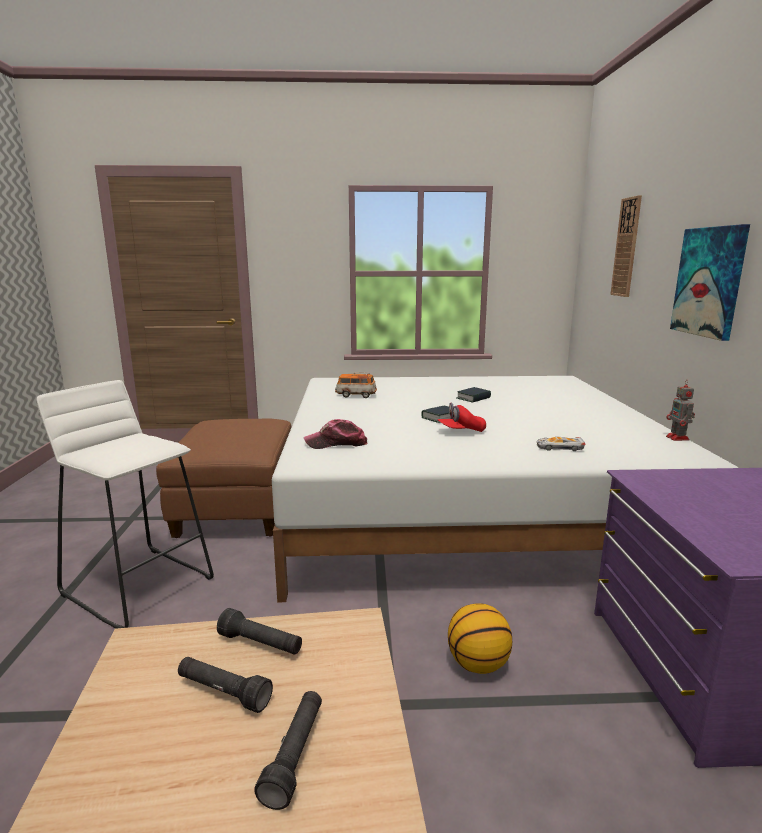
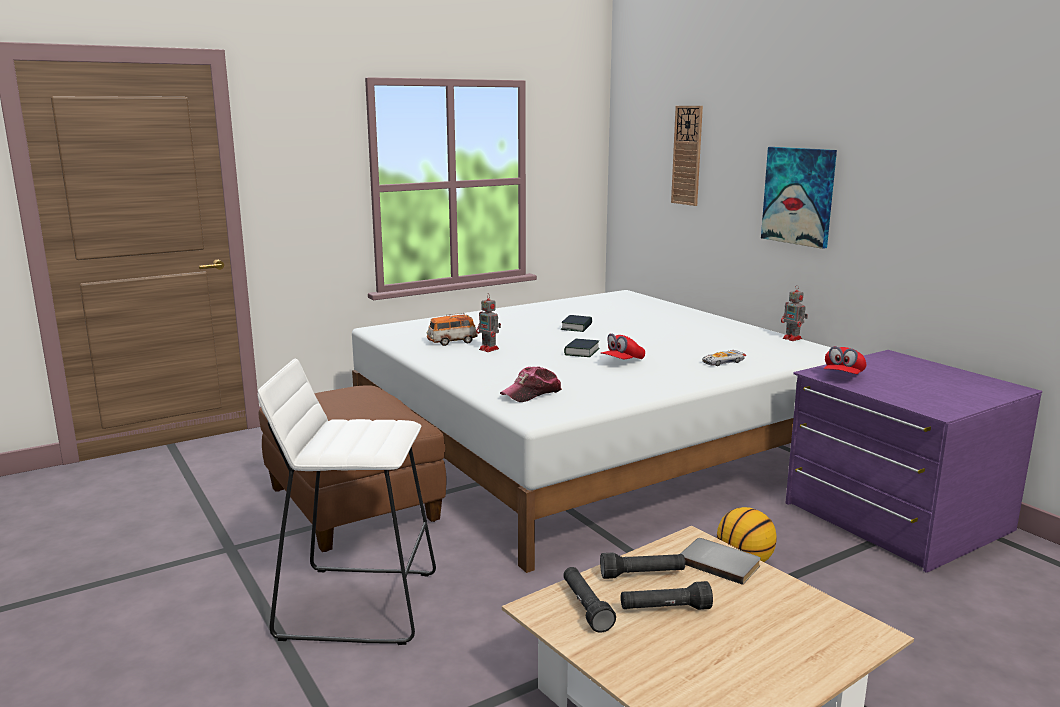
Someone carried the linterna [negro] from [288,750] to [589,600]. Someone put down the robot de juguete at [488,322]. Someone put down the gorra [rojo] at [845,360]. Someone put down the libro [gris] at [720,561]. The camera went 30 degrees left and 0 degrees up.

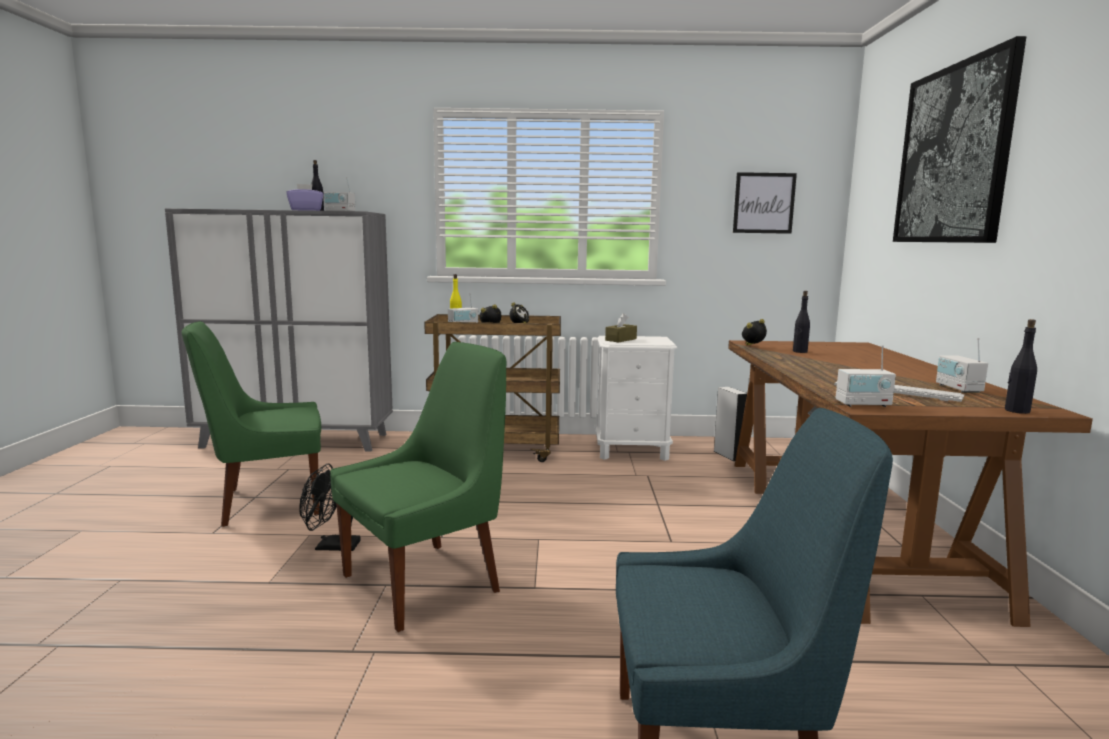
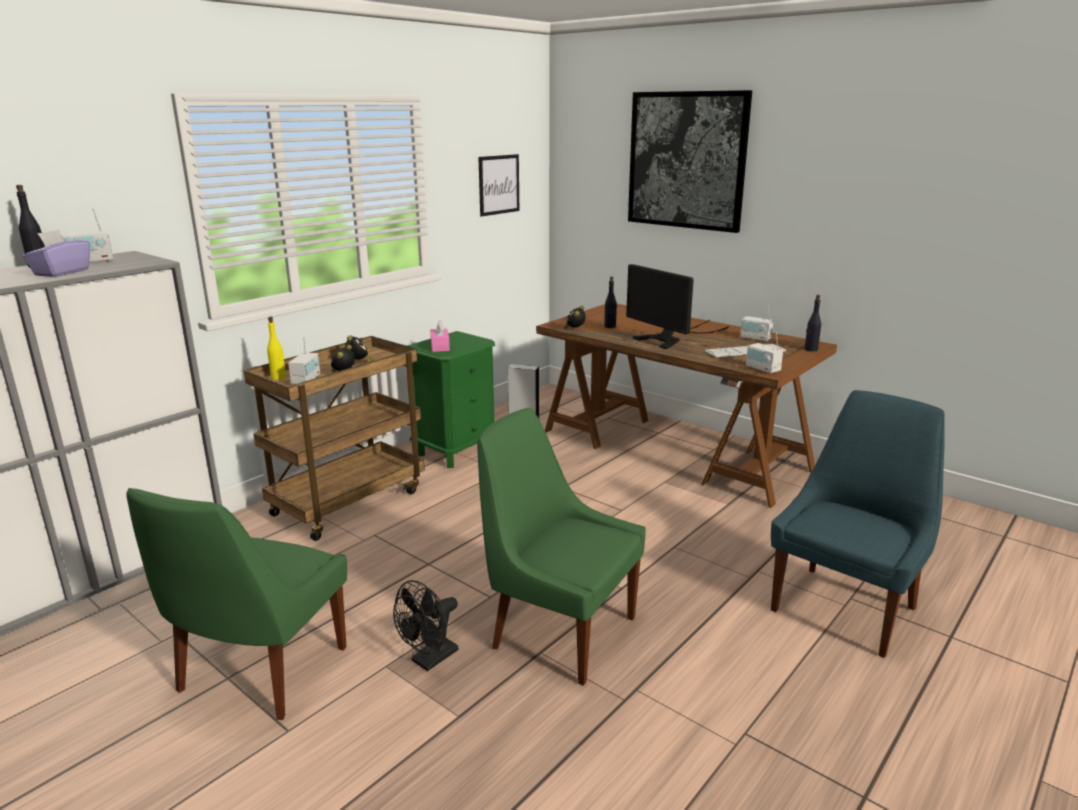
Someone repainted the caja de pañuelos [marrón] at [621,327], which became the caja de pañuelos [rosa] at [440,336]. Someone repainted the mesita de noche [blanco] at [636,398], which became the mesita de noche [verde] at [451,399]. Someone rotated the silla [verde] at [418,487] by 60 degrees counterclockwise. Someone rotated the radio at [866,376] by 105 degrees clockwise. Someone put down the monitor at [677,306]. The camera went 50 degrees left and 10 degrees up.

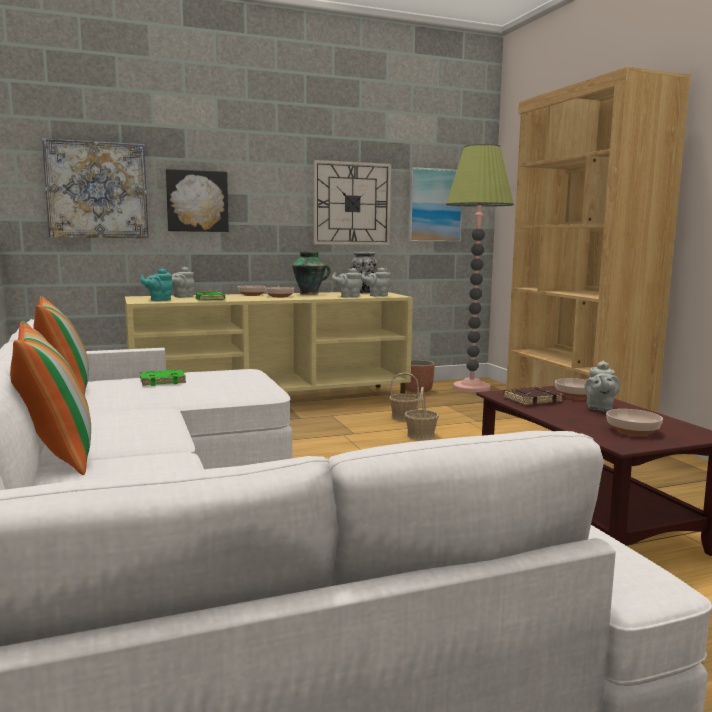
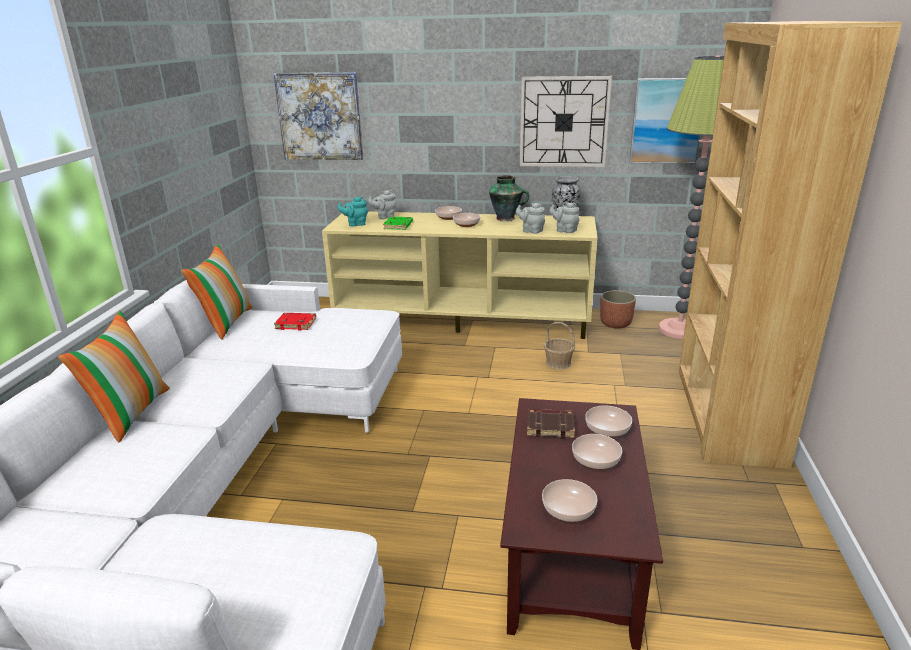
Someone took away the cuadro at [197,200]. Someone swapped the tetera [gris] at [602,386] for the cuenco at [597,452]. Someone repainted the libro [verde] at [163,378], which became the libro [rojo] at [295,321]. Someone took away the cesta at [421,413]. The camera went 30 degrees right and 15 degrees up.

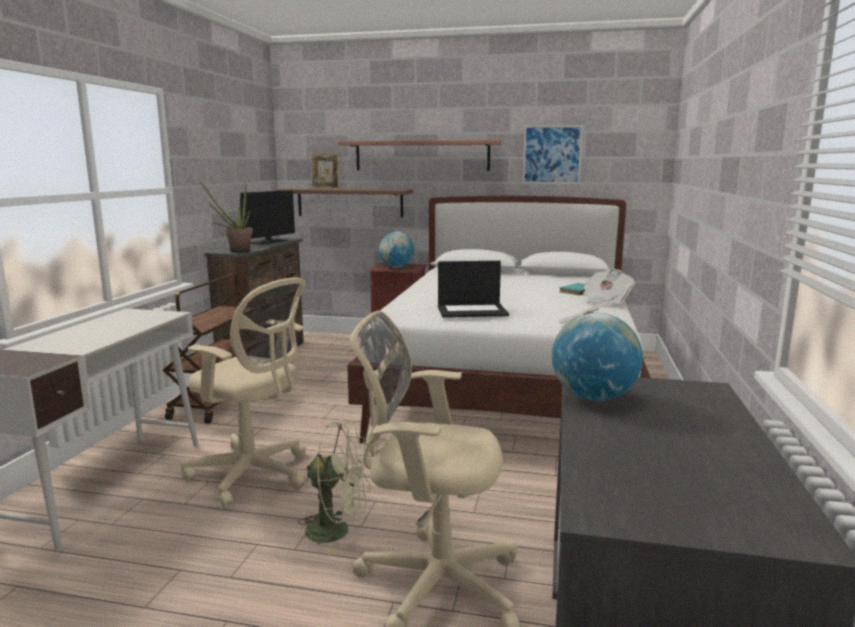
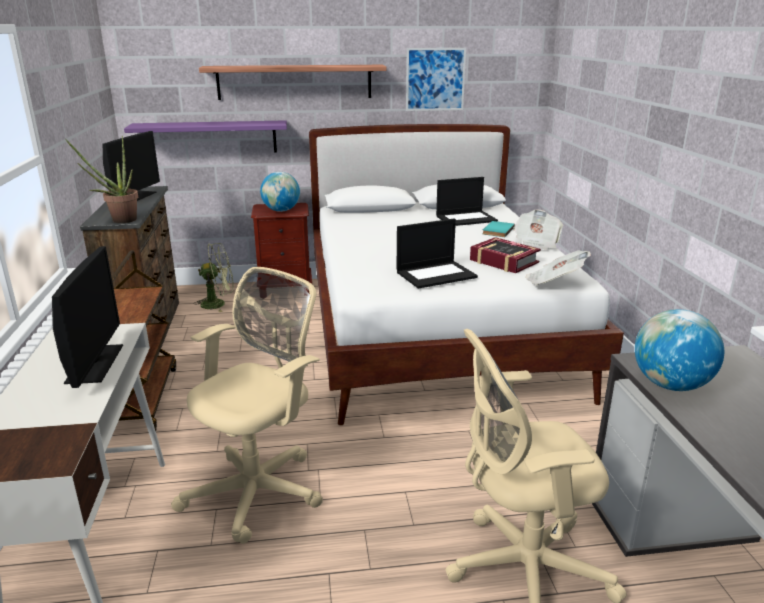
Someone took away the portarretratos at [325,171]. Someone repainted the estante [marrón] at [344,203], which became the estante [morado] at [205,136]. Someone rotated the silla de oficina [beis] at [243,392] by 60 degrees counterclockwise. Someone carried the ventilador [verde] from [333,488] to [214,277]. Someone put down the portátil at [467,201]. Someone put down the libro at [505,255]. Someone put down the monitor at [87,317]. The camera went 20 degrees left and 10 degrees up.

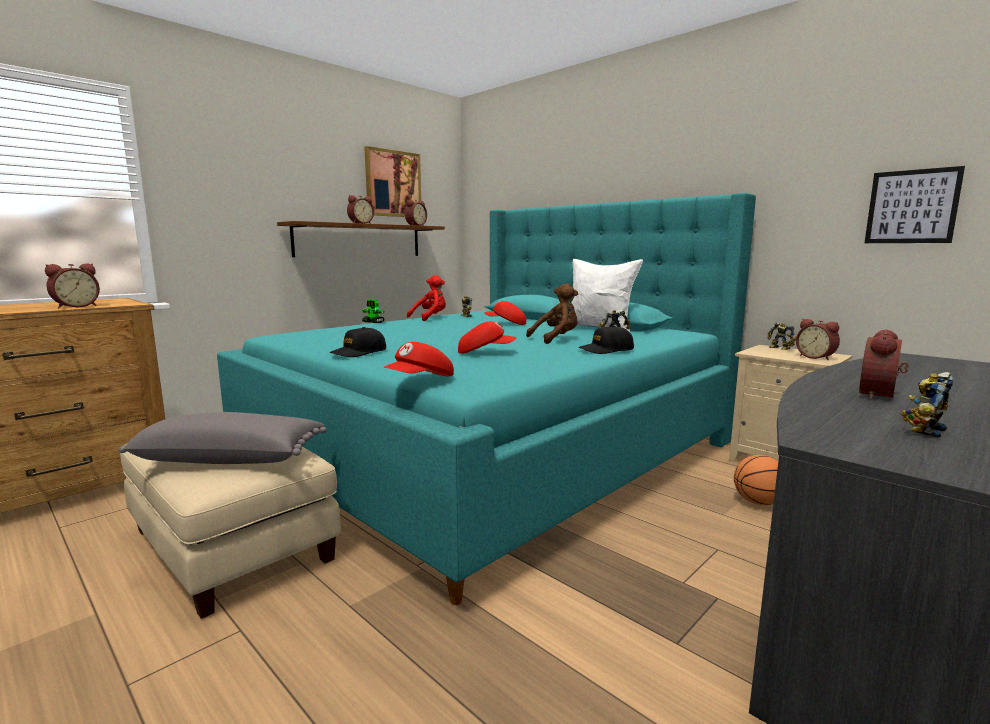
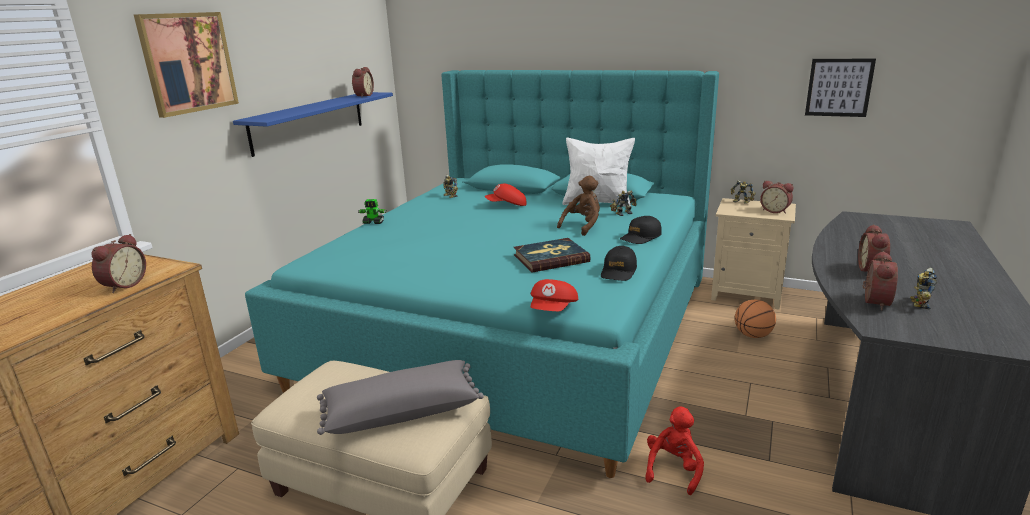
Someone carried the cuadro from [392,181] to [186,65]. Someone carried the despertador from [360,209] to [880,280]. Someone repainted the estante [marrón] at [361,239], which became the estante [azul] at [313,124]. Someone carried the peluche [rojo] from [426,298] to [674,450]. Someone swapped the gorra [rojo] at [487,337] for the libro at [552,255]. Someone carried the gorra [negro] from [357,342] to [619,263]. The camera went 20 degrees left and 10 degrees up.

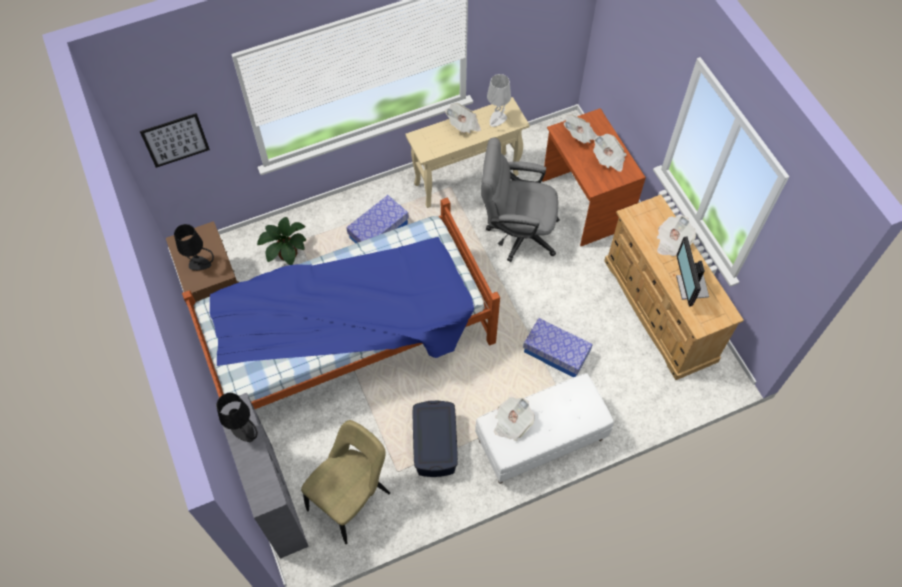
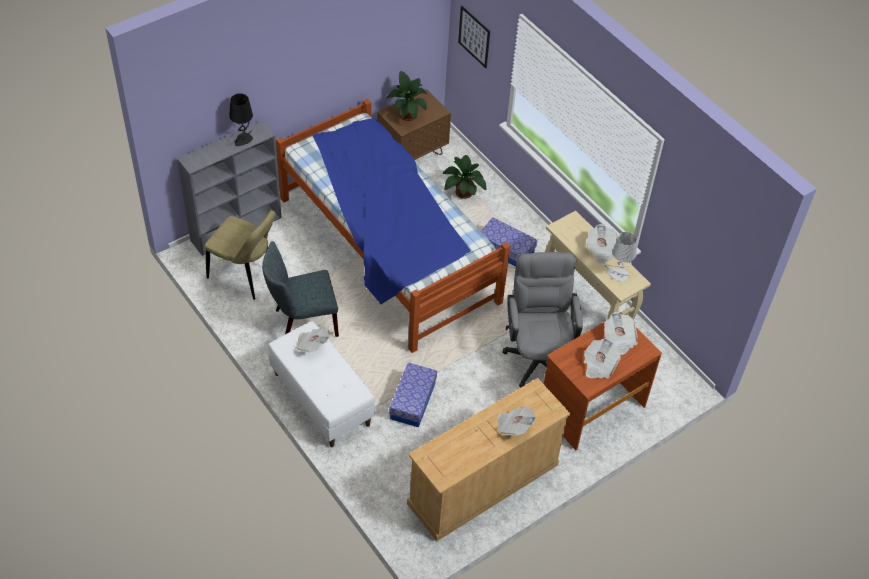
Someone swapped the lámpara de mesa [negro] at [194,247] for the planta en maceta at [407,96]. Someone took away the monitor at [692,271]. Someone swapped the caja de almacenaje [azul] at [435,438] for the silla [gris] at [300,289]. The camera went 75 degrees right and 10 degrees down.

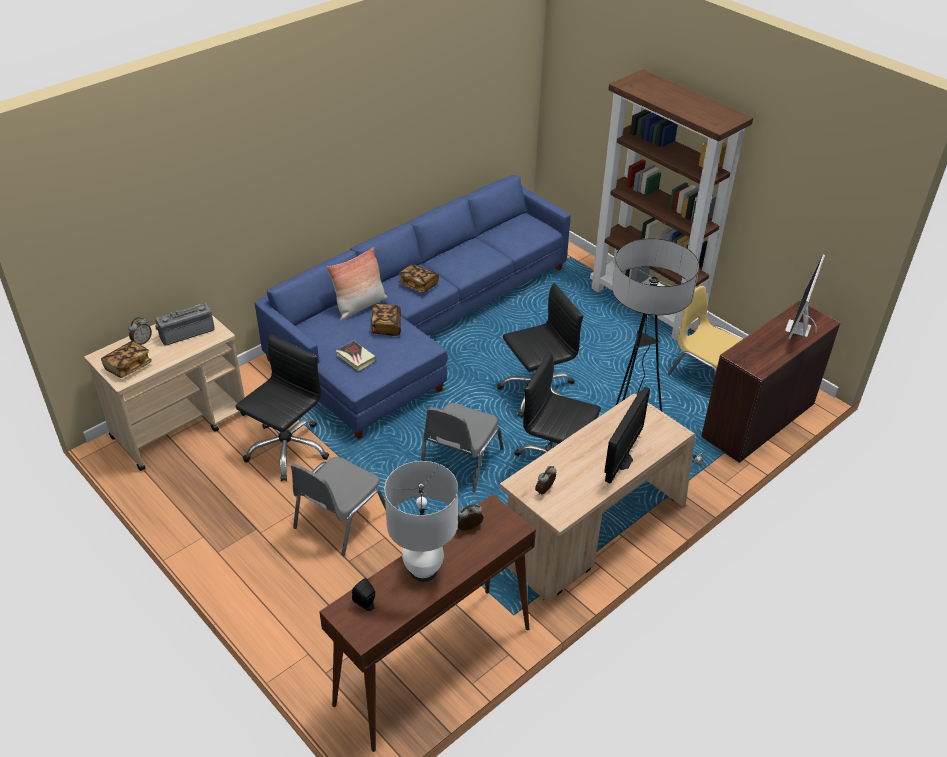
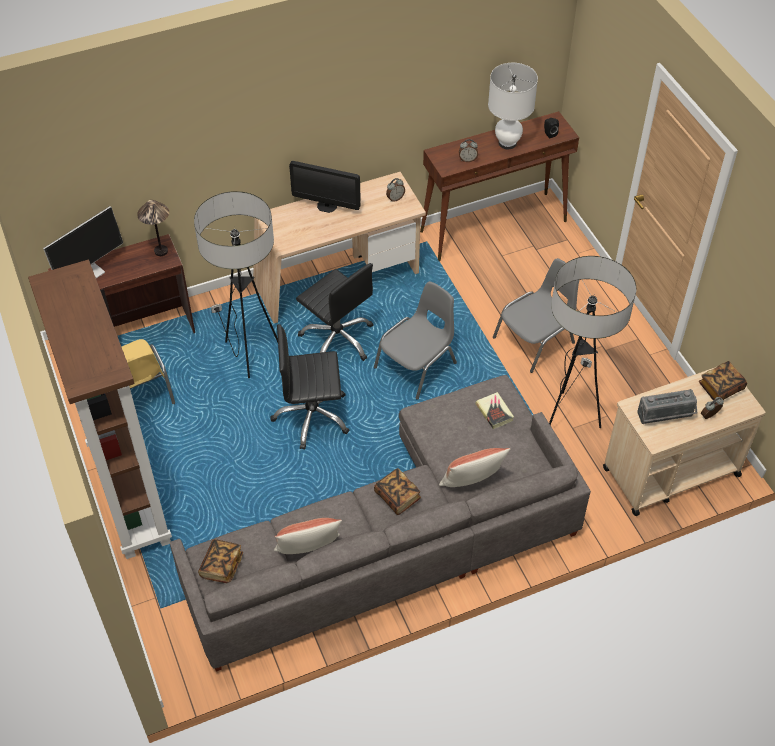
Someone repainted the sofá [azul] at [413,307], which became the sofá [gris] at [380,523]. Someone carried the libro from [386,320] to [220,561]. Someone swapped the silla de oficina [negro] at [282,407] for the lámpara de pie at [592,342]. Someone rotated the monitor at [627,435] by 120 degrees counterclockwise. Someone put down the lámpara de mesa at [153,228]. Someone put down the cojín at [308,536]. The camera went 160 degrees left and 10 degrees up.

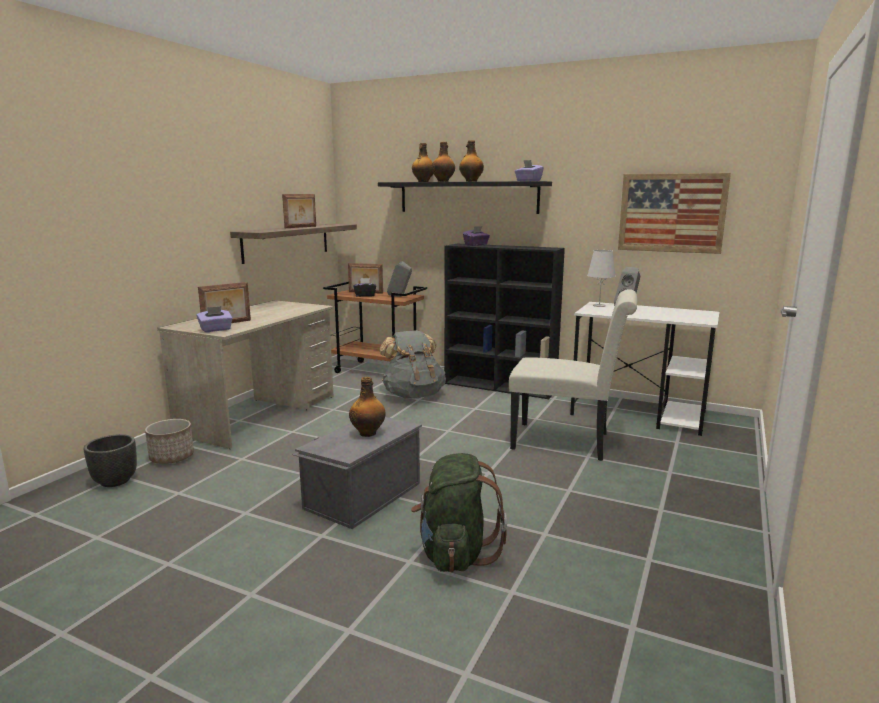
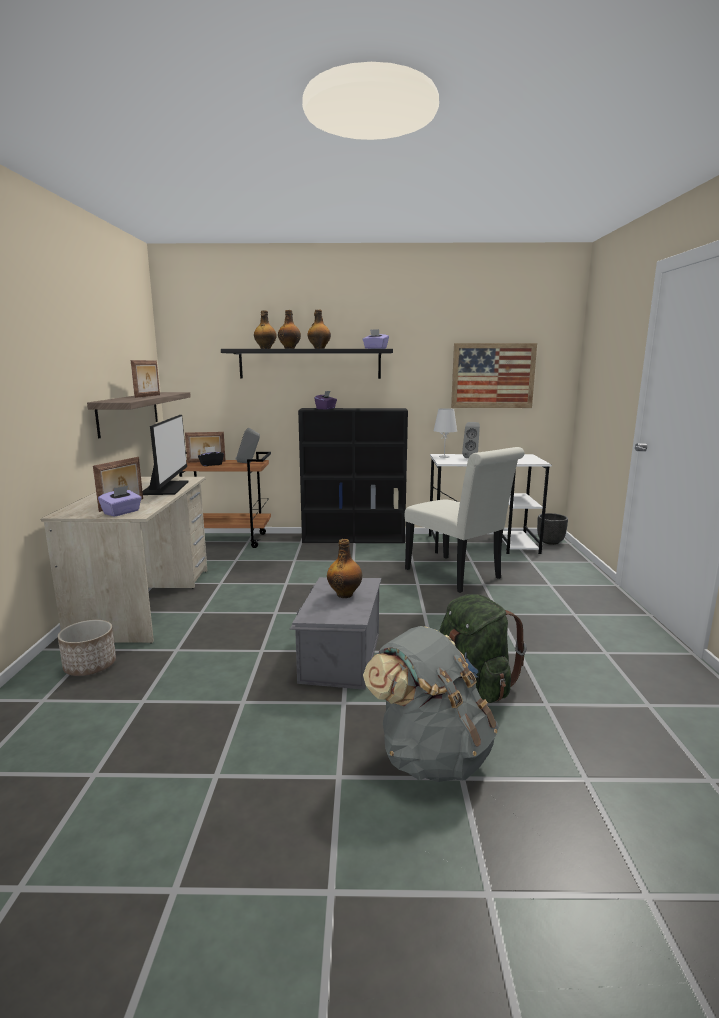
Someone rotated the silla [blanco] at [573,375] by 60 degrees clockwise. Someone carried the mochila [gris] from [412,364] to [431,704]. Someone carried the maceta [negro] from [110,460] to [552,529]. Someone put down the monitor at [165,455]. The camera went 25 degrees left and 0 degrees up.

